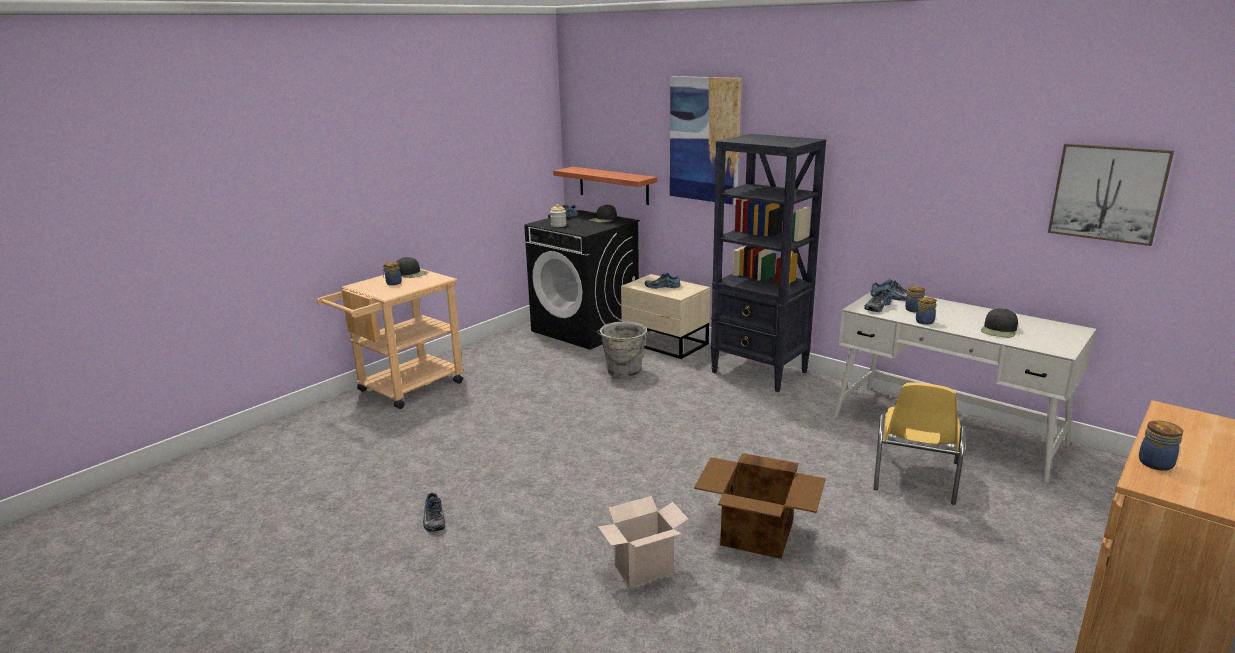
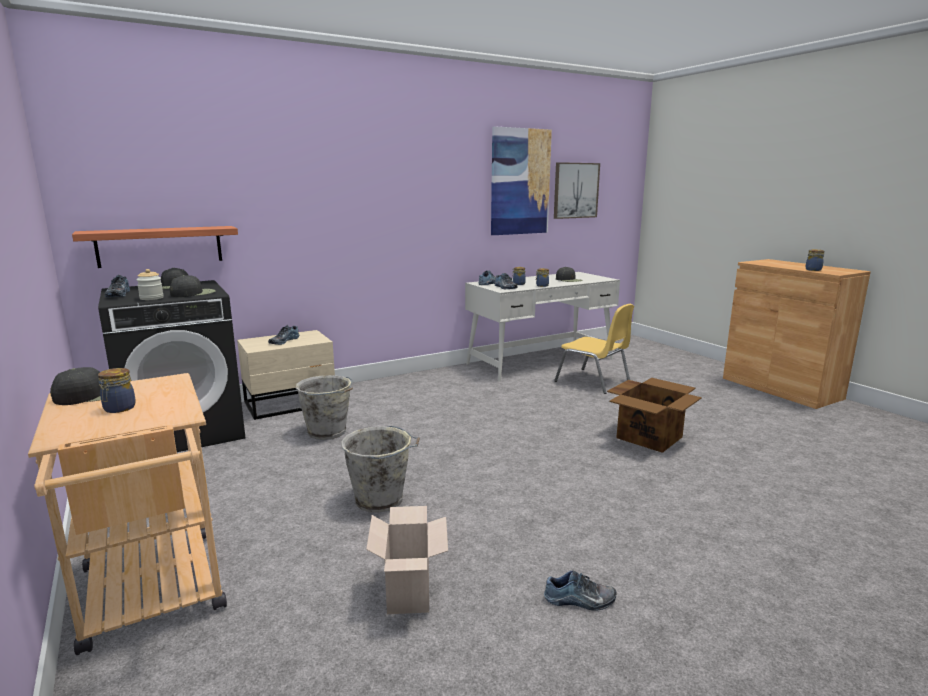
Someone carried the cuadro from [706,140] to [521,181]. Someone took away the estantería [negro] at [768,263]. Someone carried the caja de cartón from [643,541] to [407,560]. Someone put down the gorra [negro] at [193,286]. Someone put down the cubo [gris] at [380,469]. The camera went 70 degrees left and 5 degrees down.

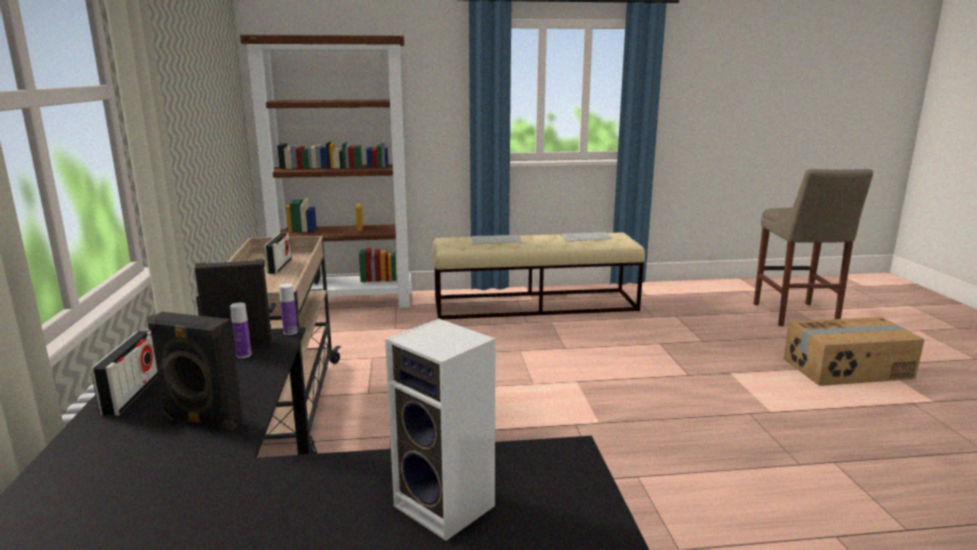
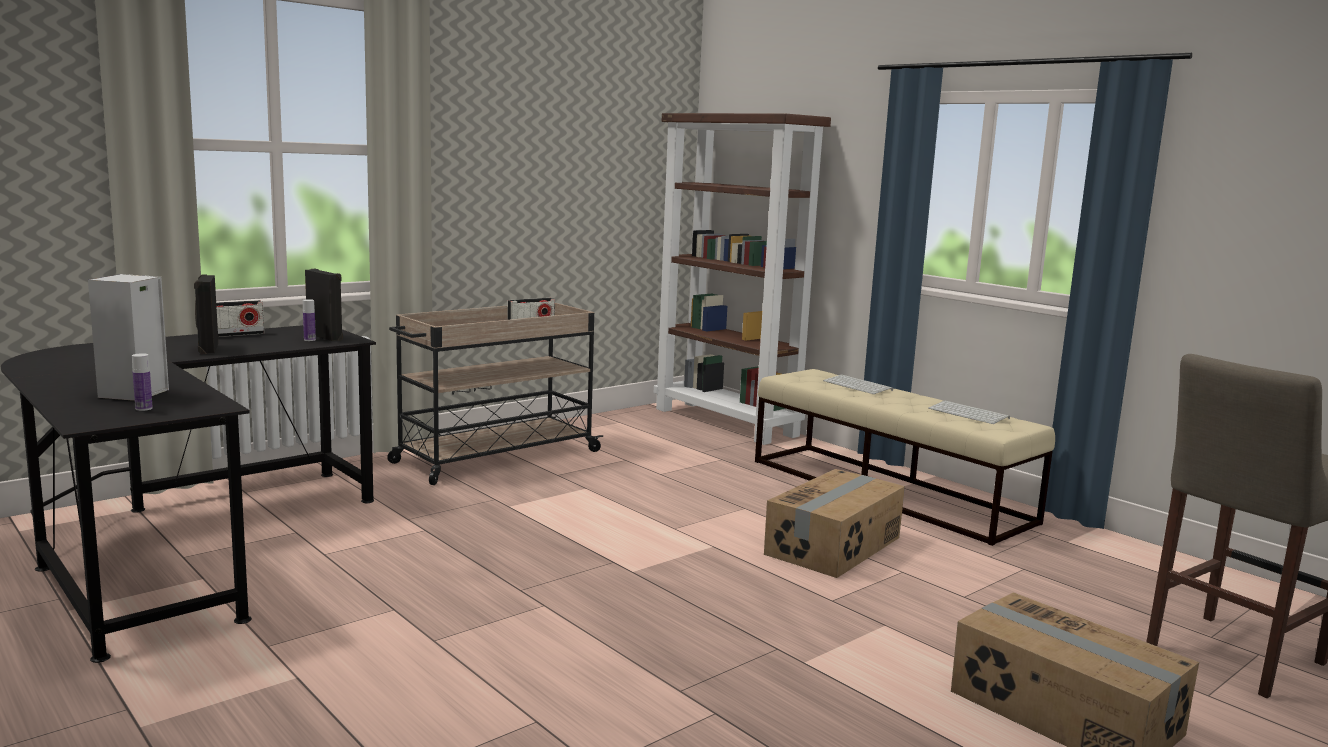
Someone carried the botella from [288,309] to [142,382]. Someone put down the caja de cartón at [834,523]. The camera went 55 degrees right and 5 degrees down.

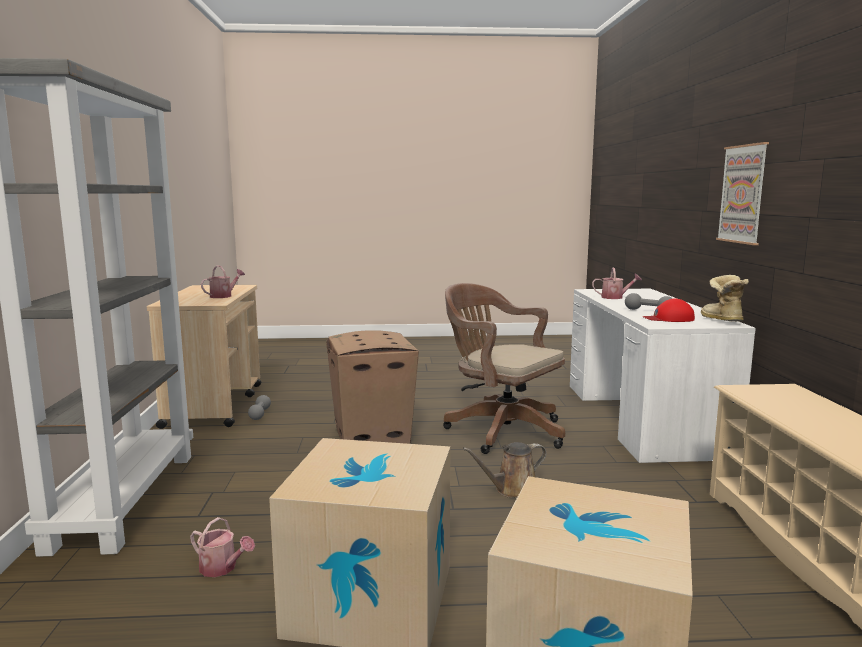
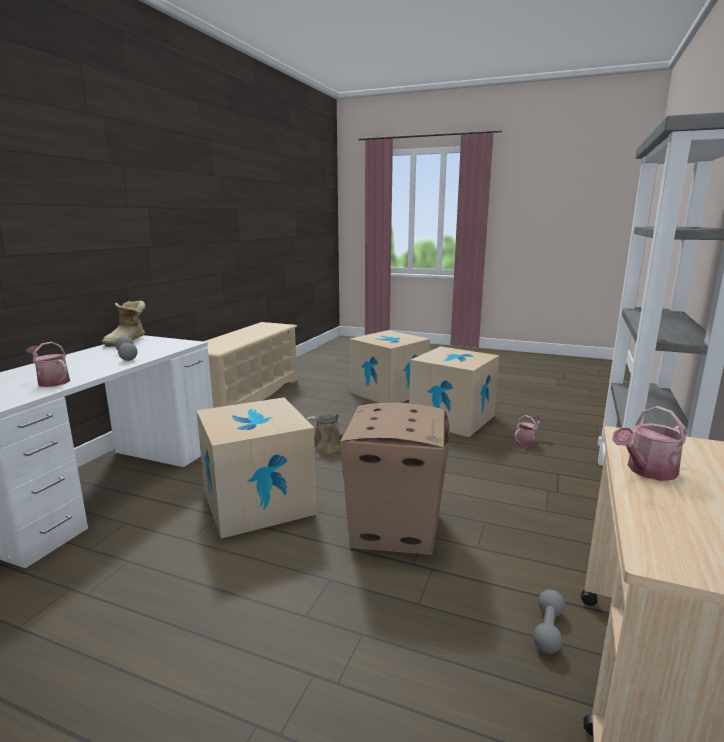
Someone took away the cuadro at [742,193]. Someone swapped the silla de oficina [marrón] at [504,368] for the caja de cartón at [256,468]. Someone took away the gorra [rojo] at [669,310]. Someone rotated the regadera at [222,547] by 90 degrees clockwise. The camera went 155 degrees left and 5 degrees up.

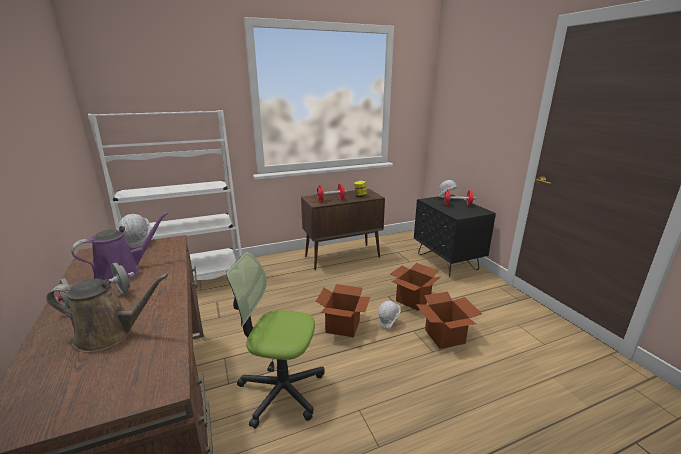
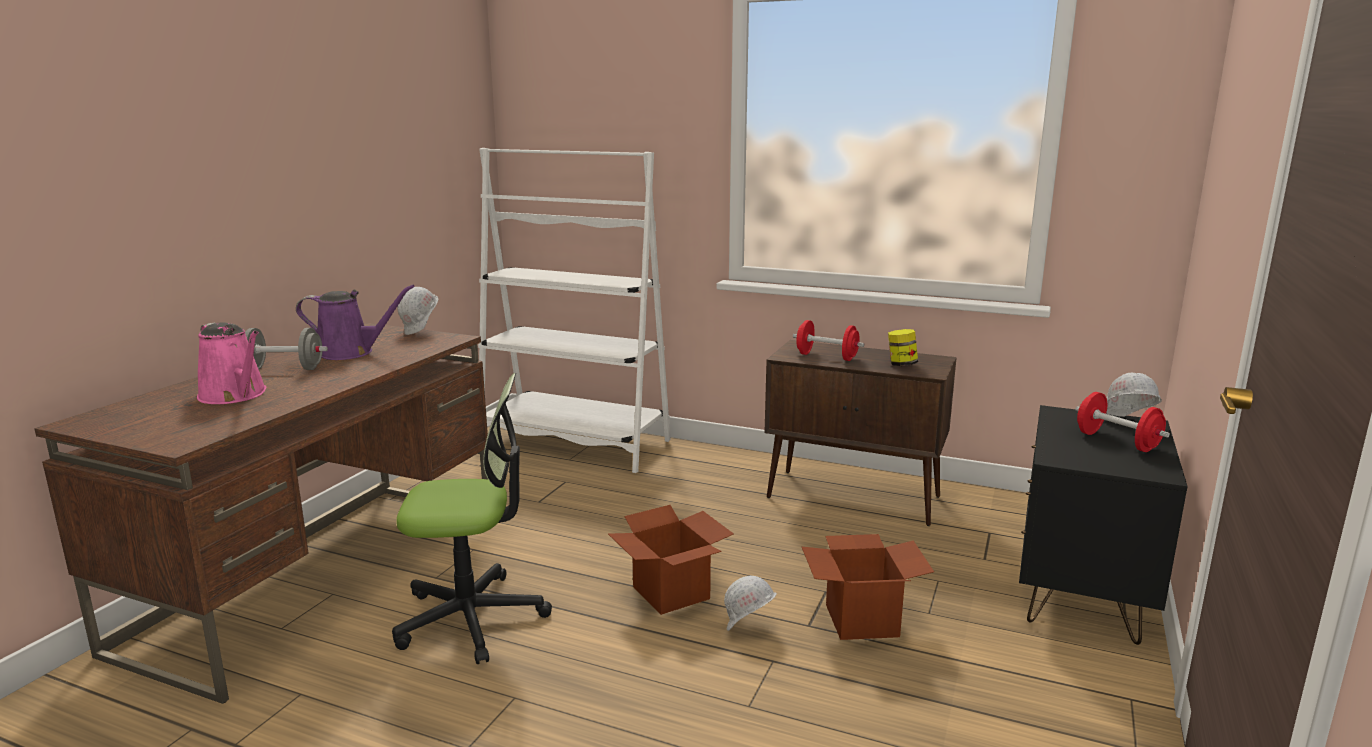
Someone rotated the silla de oficina at [275,340] by 120 degrees clockwise. Someone repainted the regadera [marrón] at [107,313], which became the regadera [rosa] at [231,363]. Someone took away the caja de cartón at [449,320]. The camera went 45 degrees right and 5 degrees down.

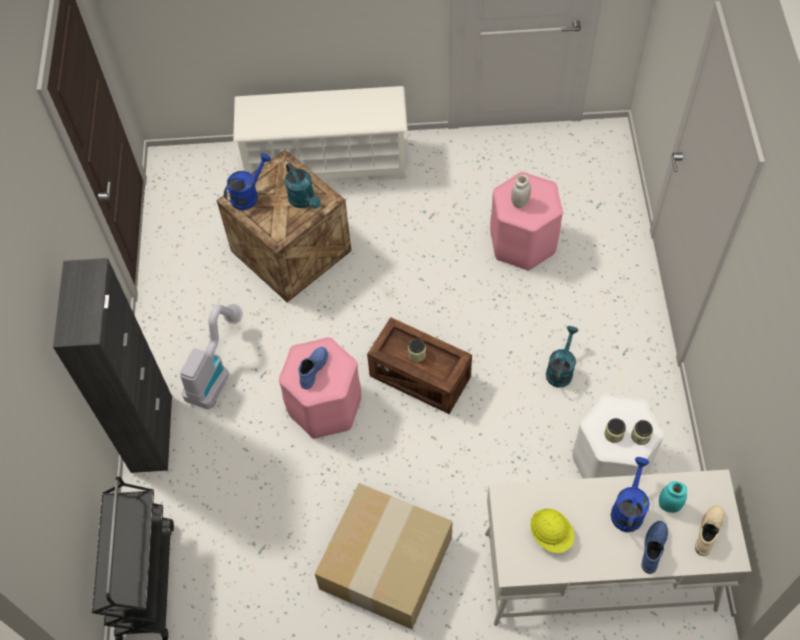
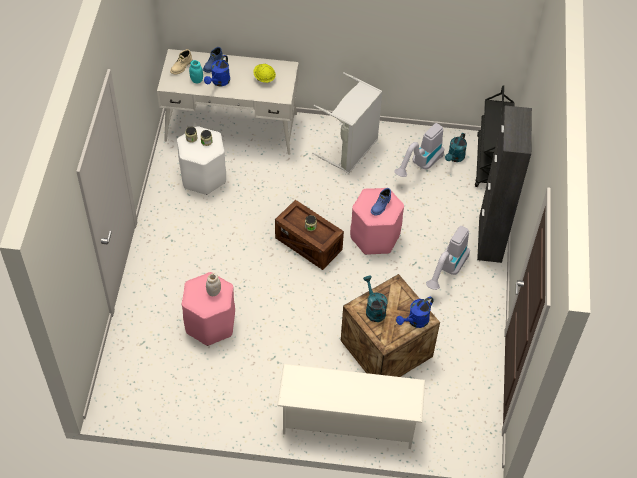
Someone carried the regadera [turquesa] from [562,357] to [456,147]. Someone swapped the caja de cartón at [384,556] for the cesto de la ropa [gris] at [347,122]. Someone put down the aspiradora at [419,150]. The camera went 175 degrees left and 5 degrees down.

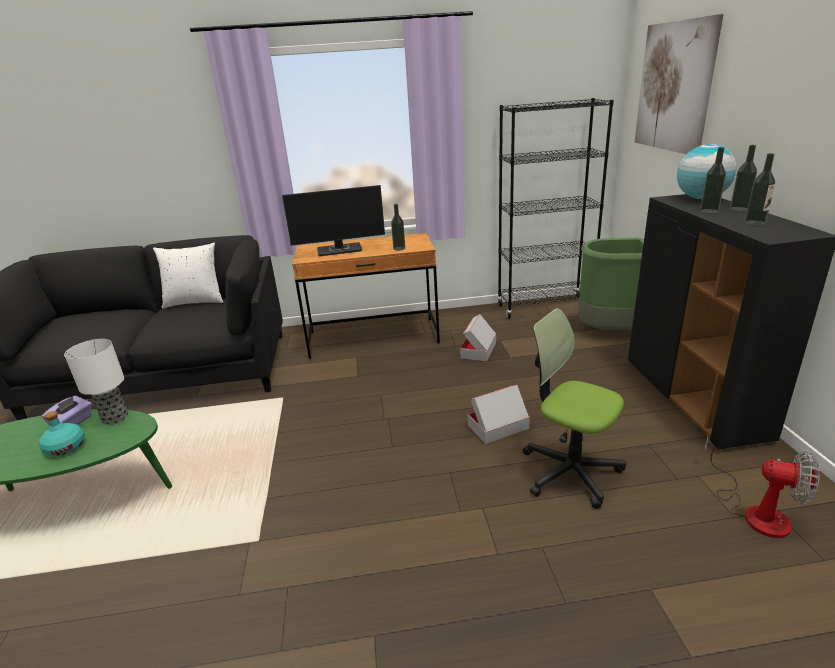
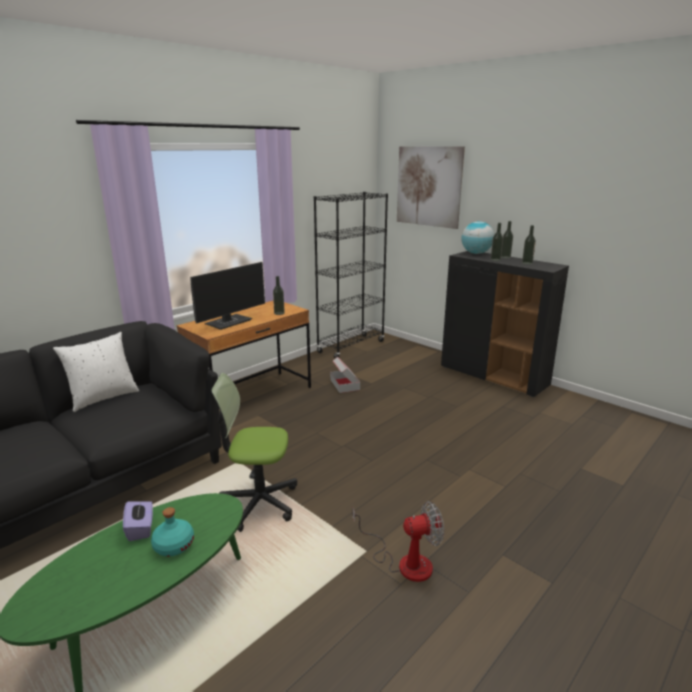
Someone took away the papelera [verde] at [611,284]. Someone carried the silla de oficina from [574,408] to [254,452]. Someone took away the lámpara de mesa at [96,382]. Someone took away the caja de cartón at [499,414]. Someone carried the ventilador from [762,486] to [398,541]. The camera went 40 degrees left and 5 degrees down.

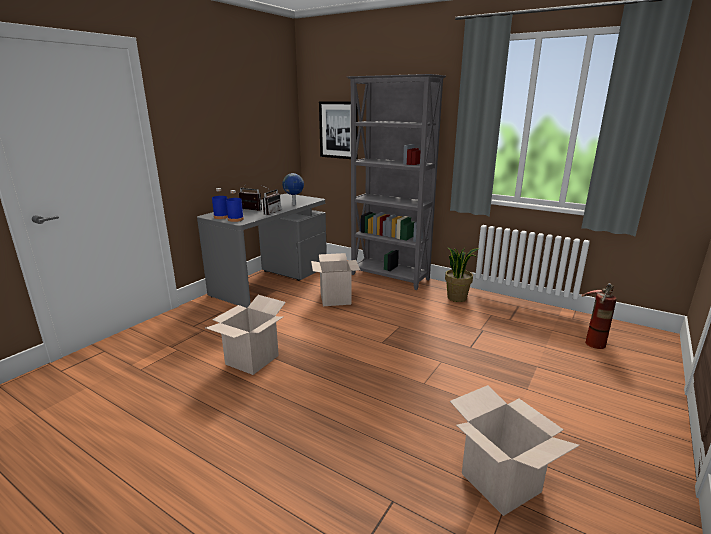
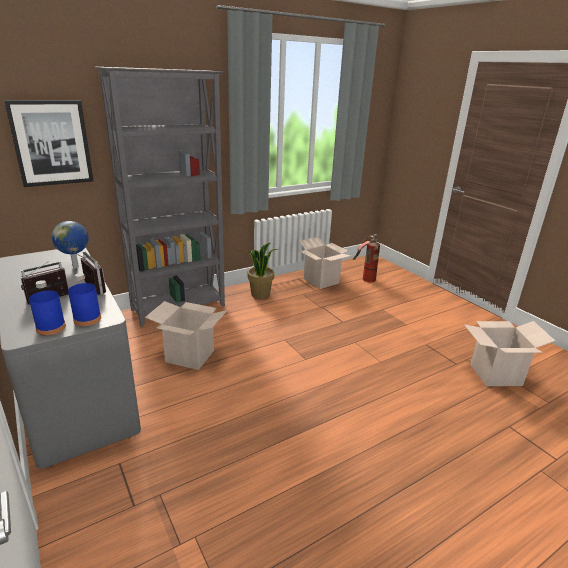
Someone carried the caja de cartón from [245,335] to [325,263]. The camera went 65 degrees left and 5 degrees up.

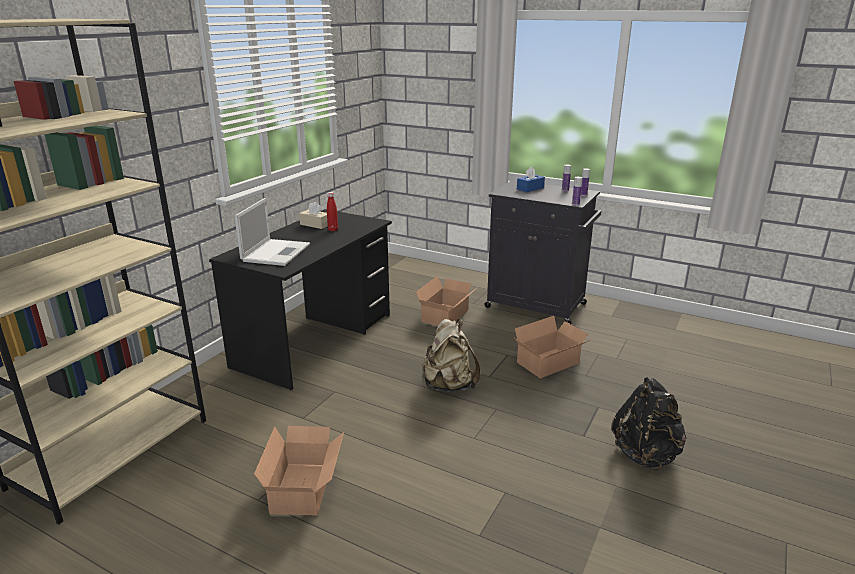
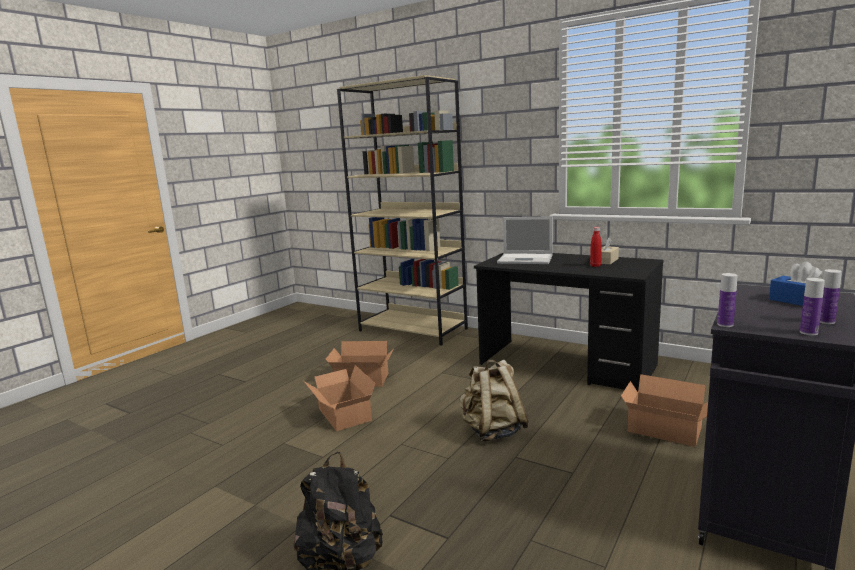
Someone carried the caja de cartón from [553,347] to [340,398]. The camera went 95 degrees right and 10 degrees down.

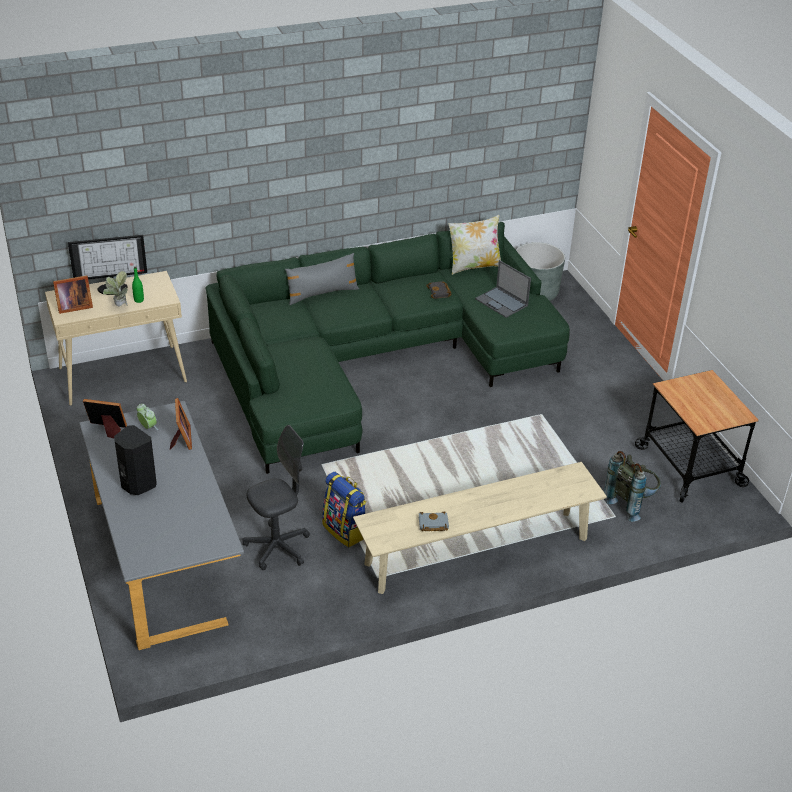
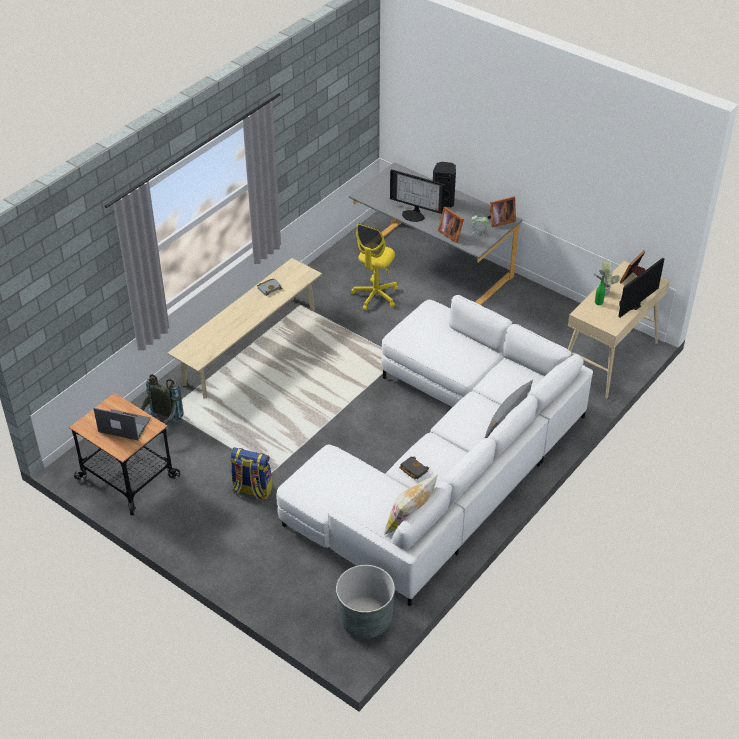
Someone repainted the sofá [verde] at [387,348], which became the sofá [blanco] at [434,450]. Someone carried the portátil from [503,289] to [122,424]. Someone repainted the silla de oficina [gris] at [276,497], which became the silla de oficina [amarillo] at [374,266]. Someone carried the mochila from [344,509] to [251,473]. Someone put down the monitor at [417,195]. The camera went 150 degrees right and 5 degrees up.

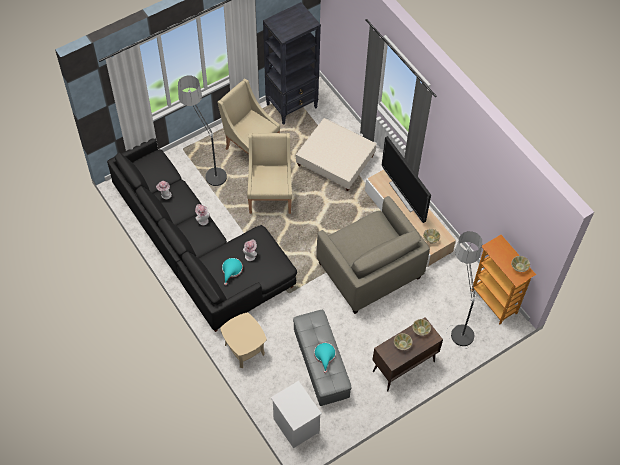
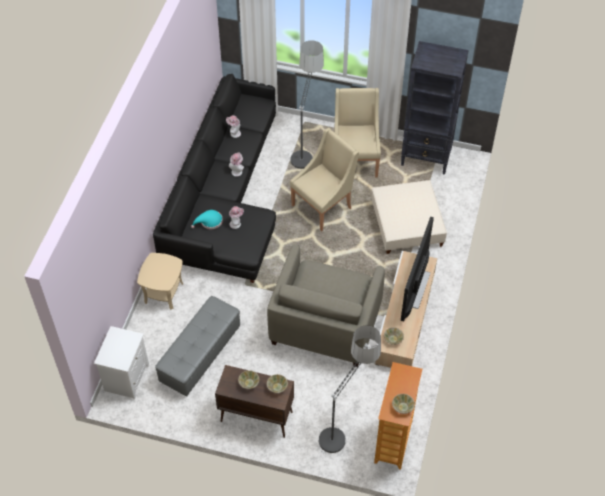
Someone took away the sombrero [turquesa] at [325,358]. The camera went 50 degrees right and 5 degrees down.

